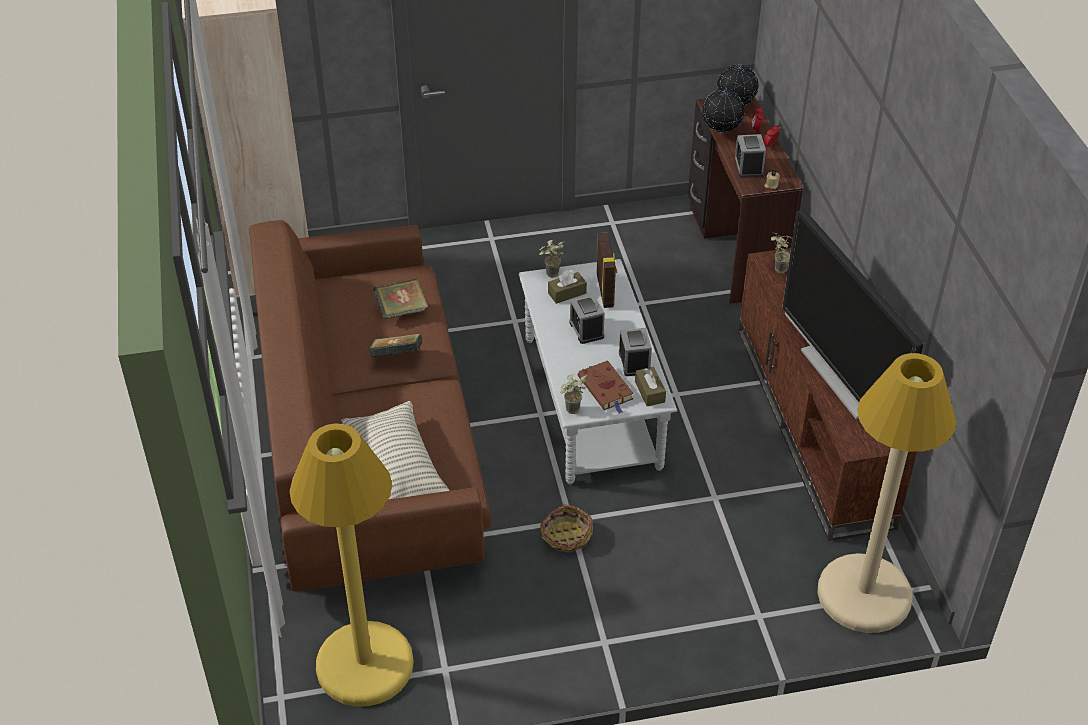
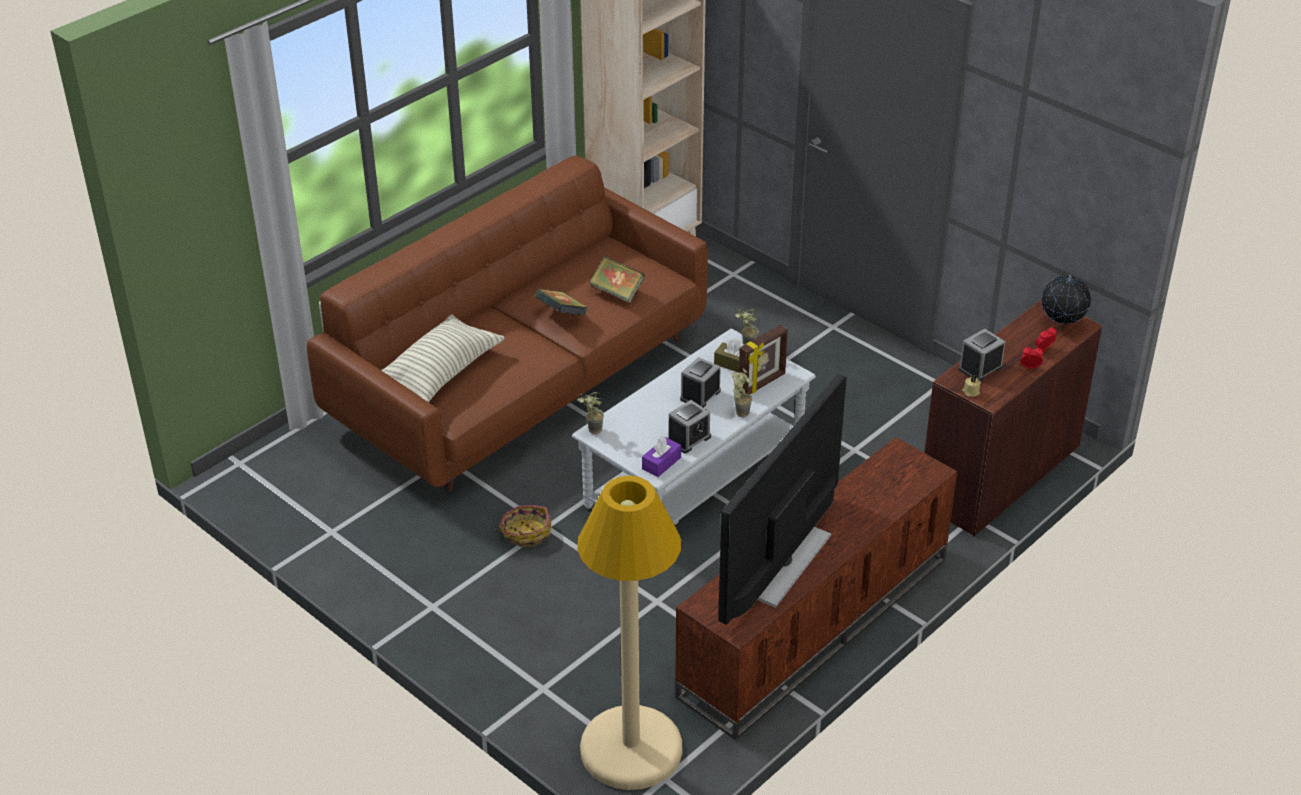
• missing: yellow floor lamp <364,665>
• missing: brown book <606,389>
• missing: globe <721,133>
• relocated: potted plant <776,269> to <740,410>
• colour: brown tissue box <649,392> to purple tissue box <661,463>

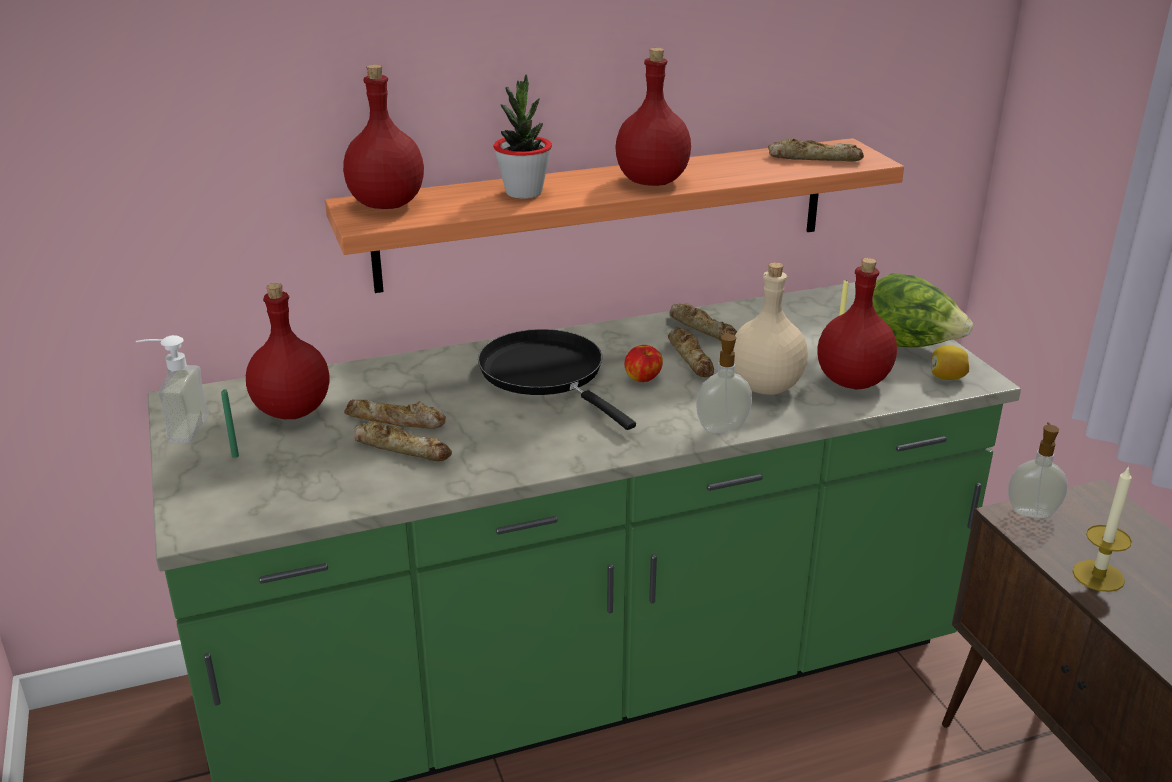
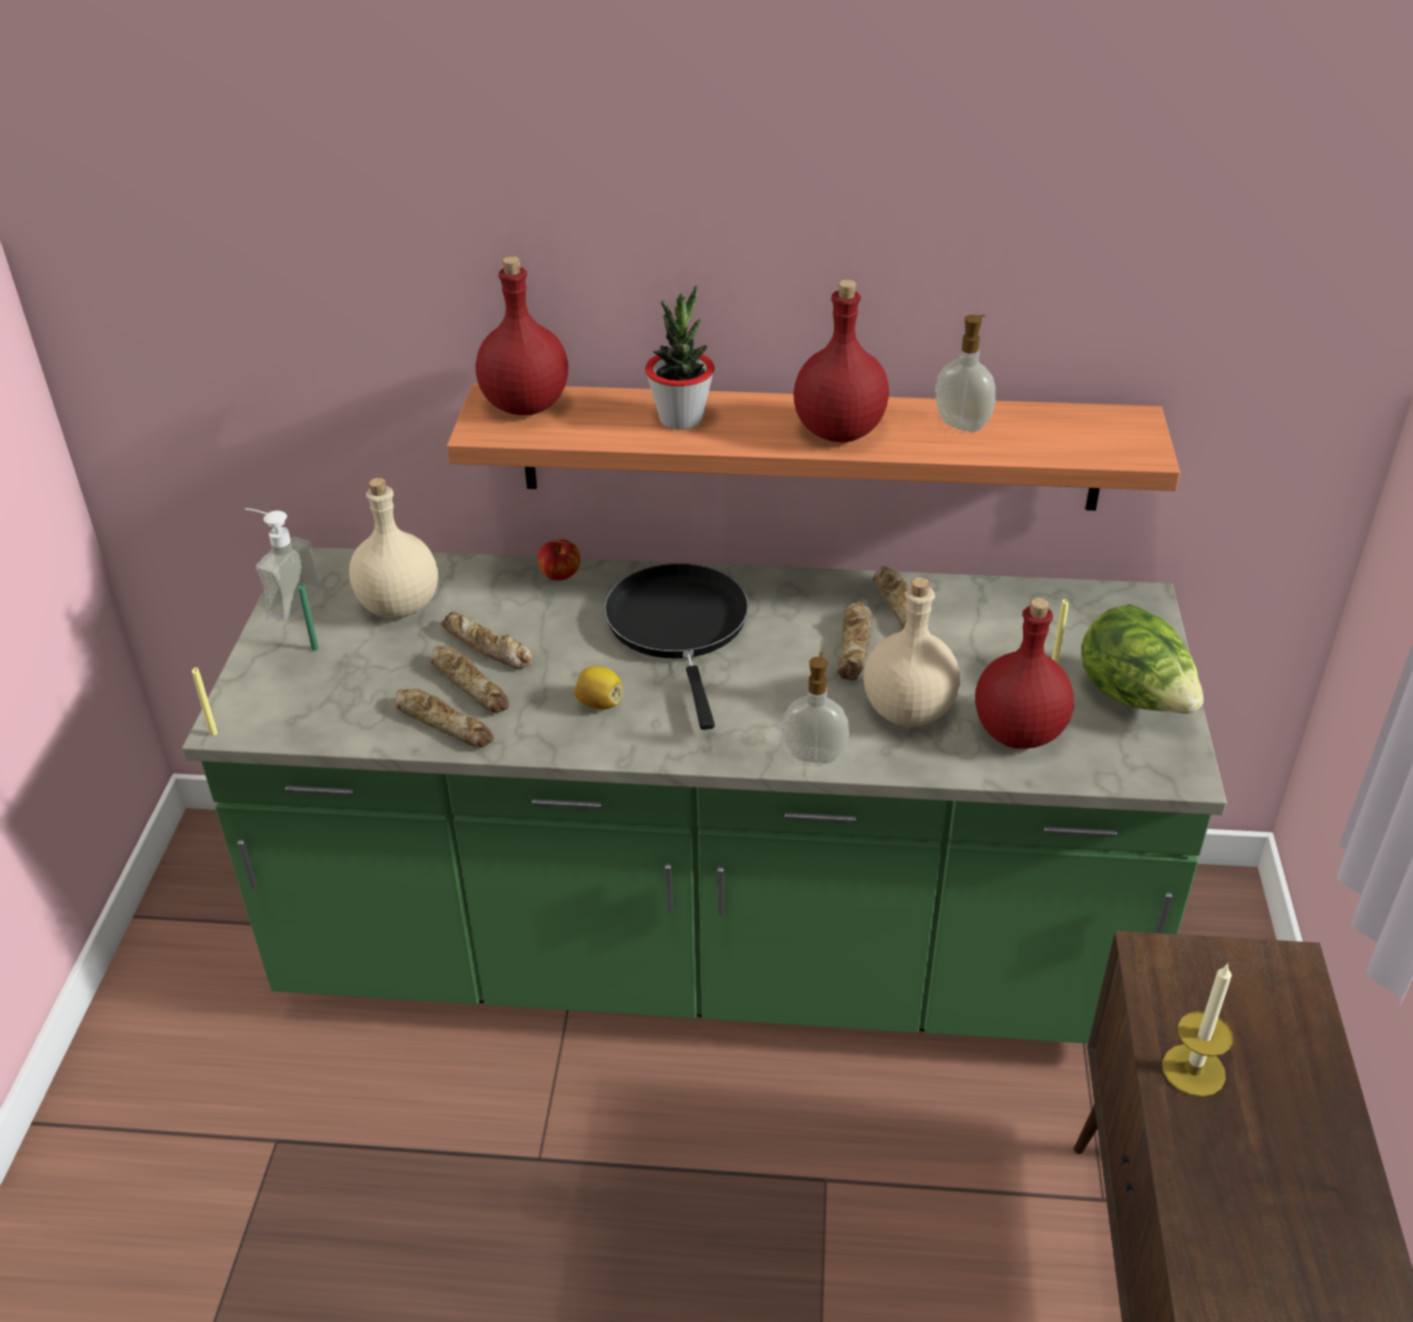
• appeared: yellow candle <213,733>
• relocated: apple <643,379> to <560,576>
• relocated: bread <814,158> to <444,723>
• relocated: lemon <947,377> to <599,703>
• relocated: soap dispenser <1031,512> to <962,424>
• colour: red bottle <291,411> to beige bottle <397,606>

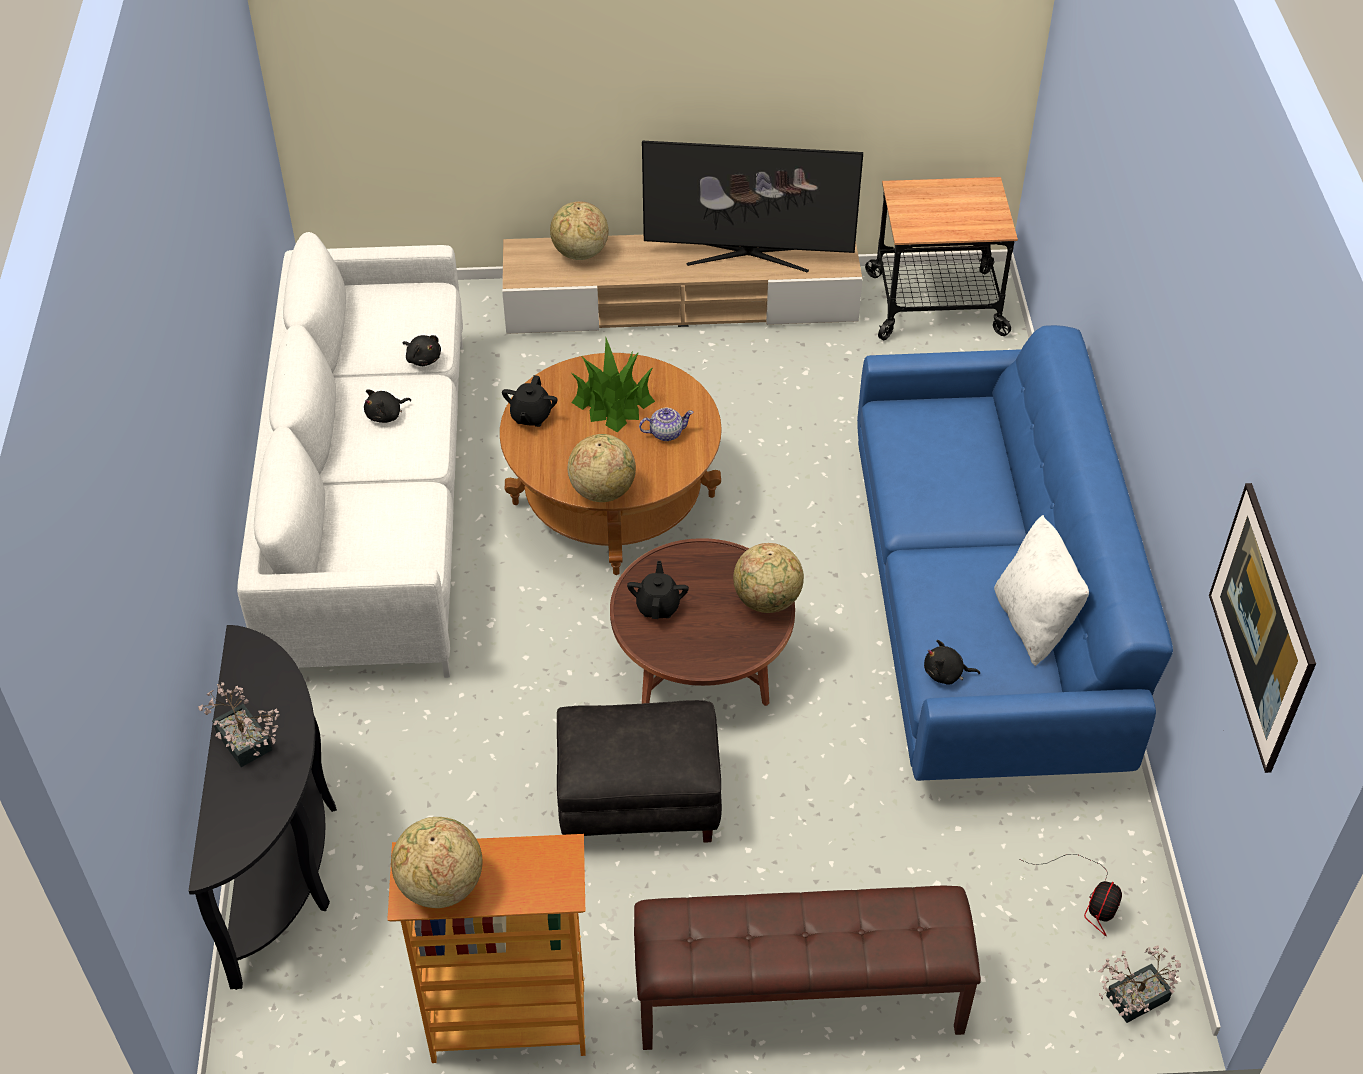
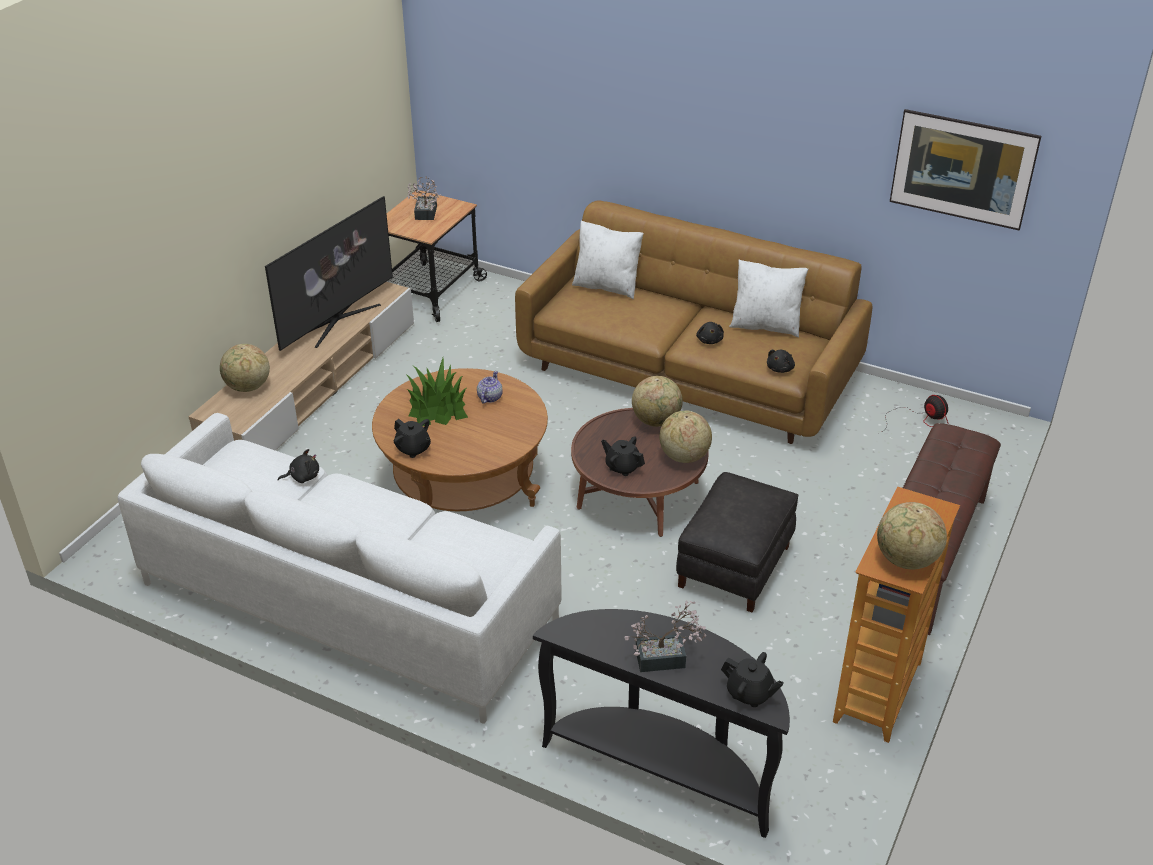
• appeared: white pillow <607,286>
• appeared: black teapot <749,693>
• relocated: black plush toy <386,415> to <709,340>
• relocated: globe <602,491> to <684,456>
• relocated: potted plant <1130,1000> to <425,214>
• colour: blue sofa <984,608> to brown sofa <689,372>

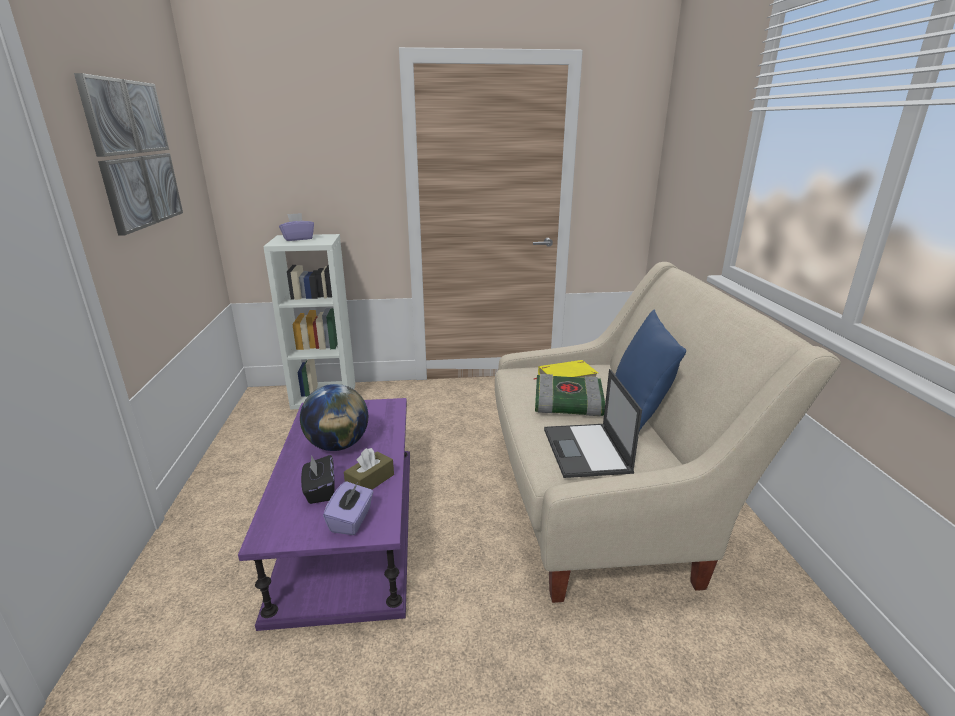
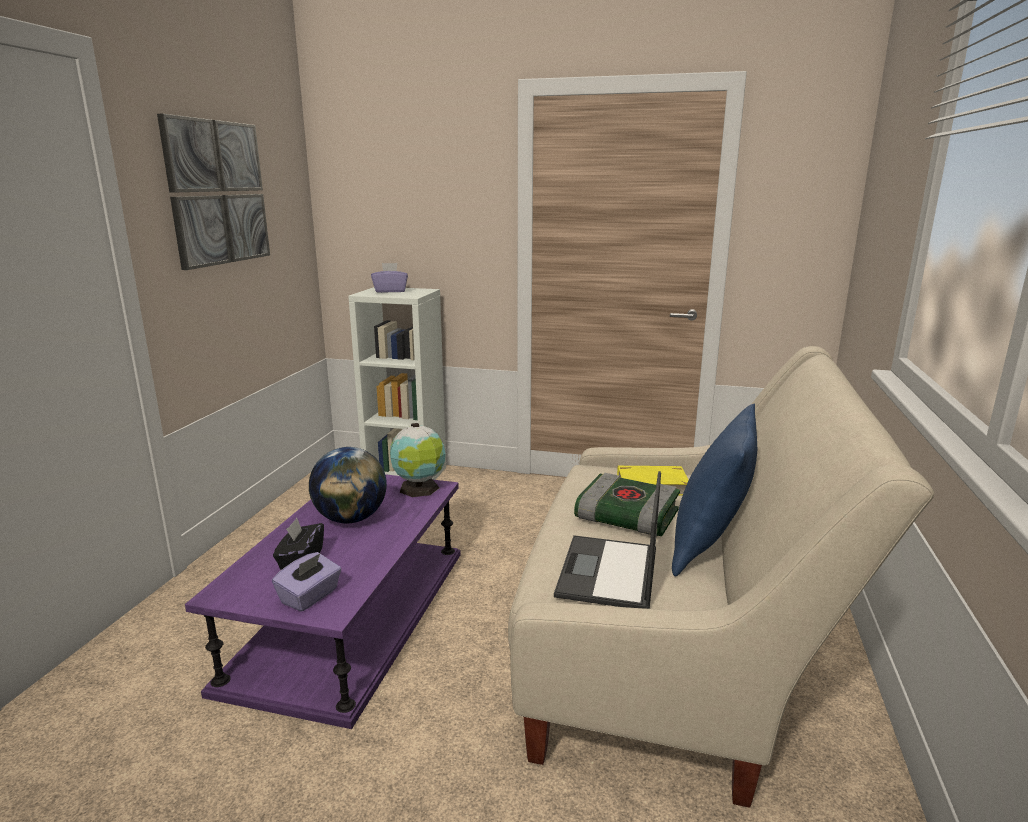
• missing: brown tissue box <370,481>
• appeared: globe <419,489>

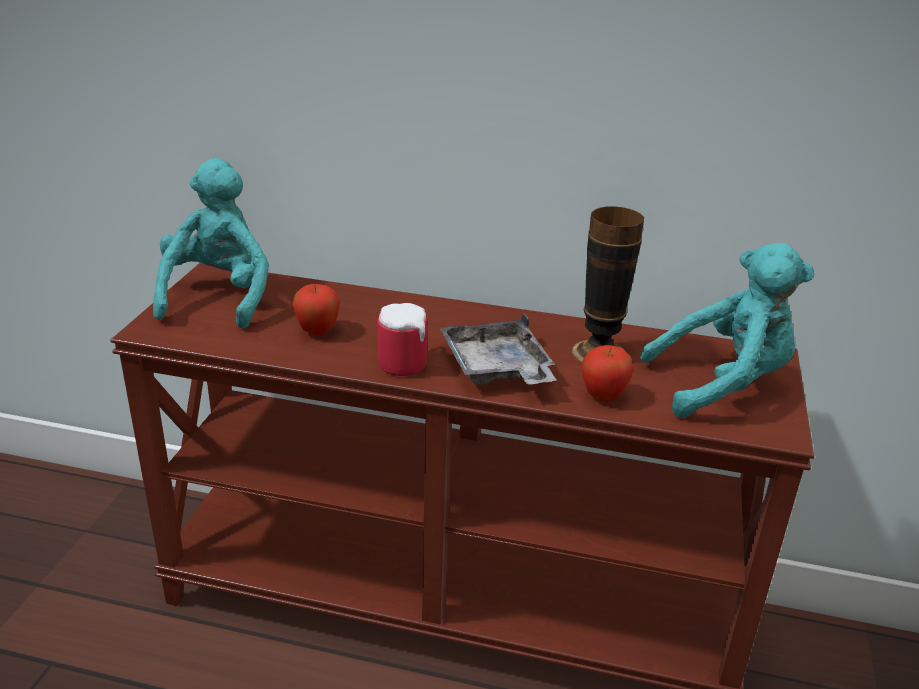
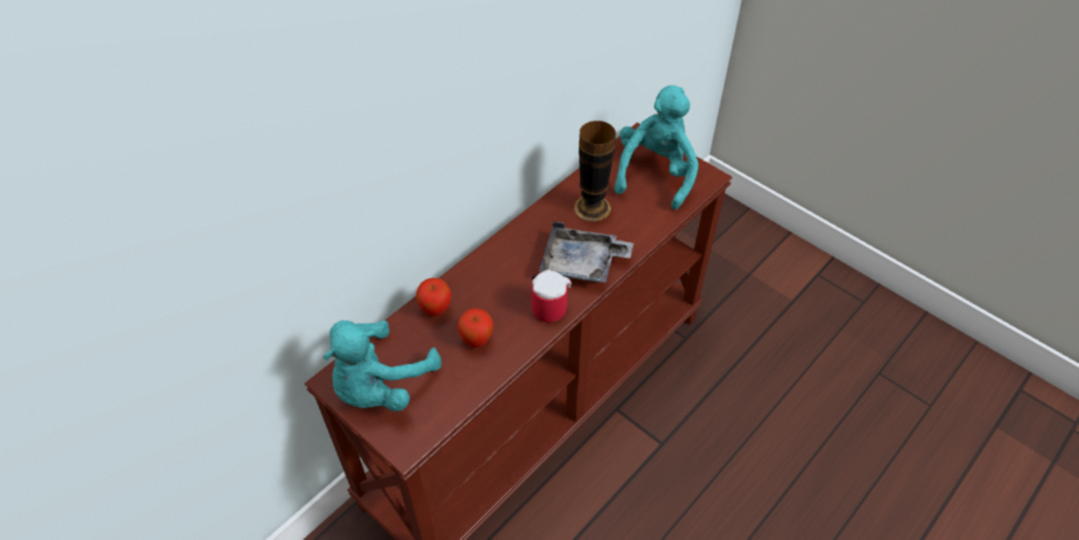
• relocated: apple <603,397> to <435,309>
• spun: turquoise plush toy <218,297> = <380,385> 90 degrees counterclockwise

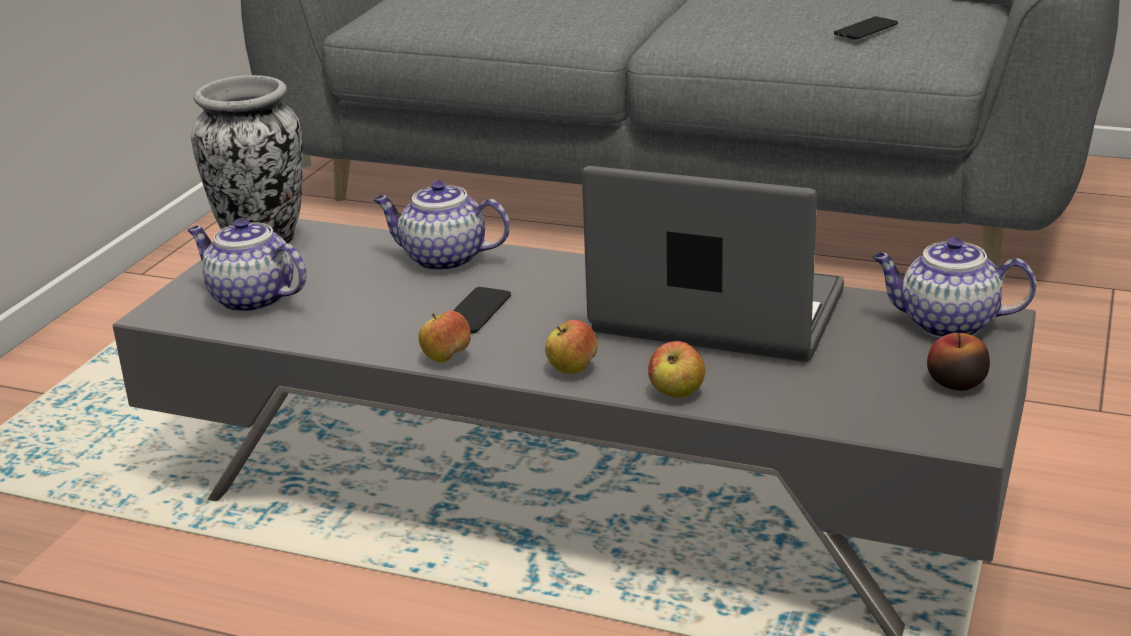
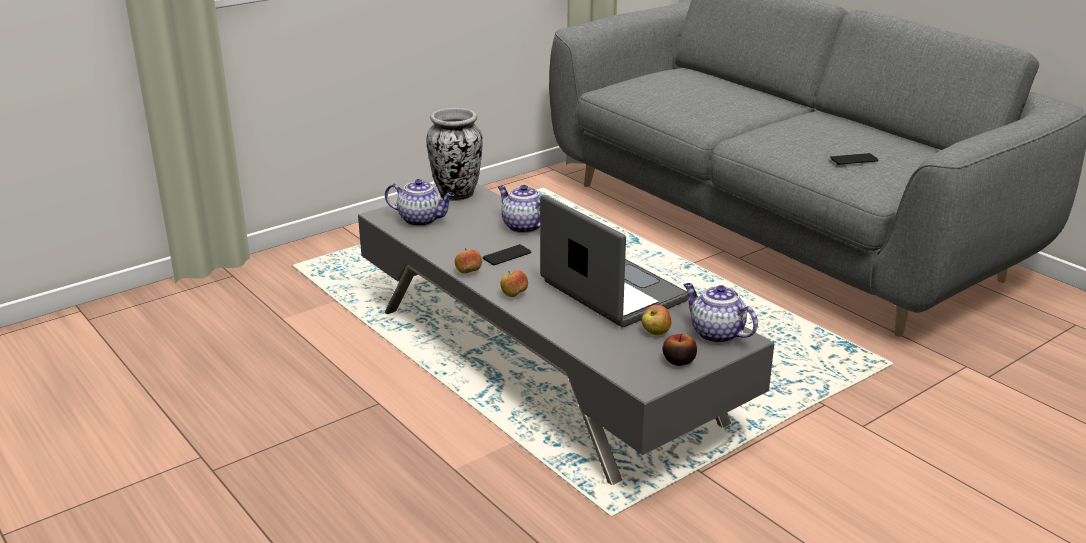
• relocated: apple <676,393> to <655,332>
• spun: teapot <250,299> = <421,220> 135 degrees clockwise

